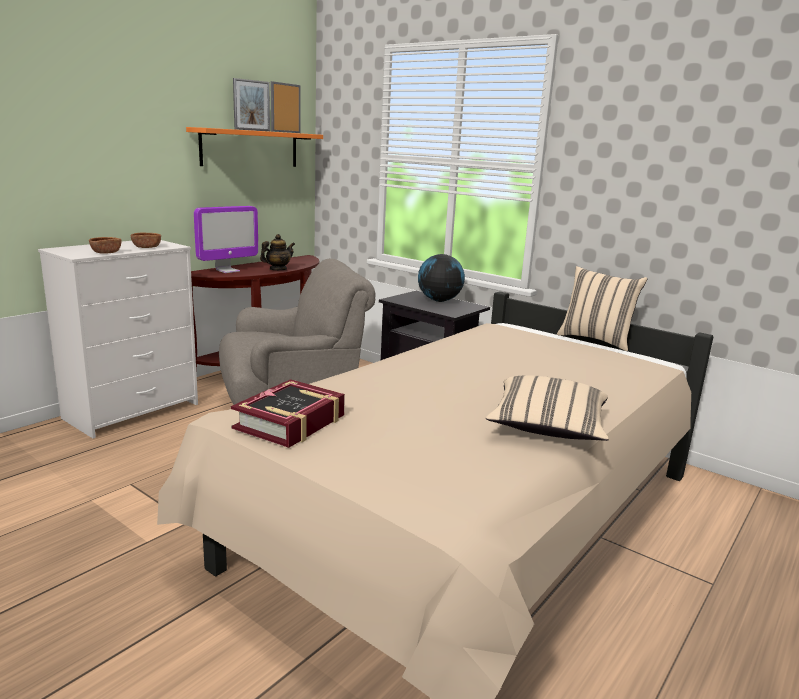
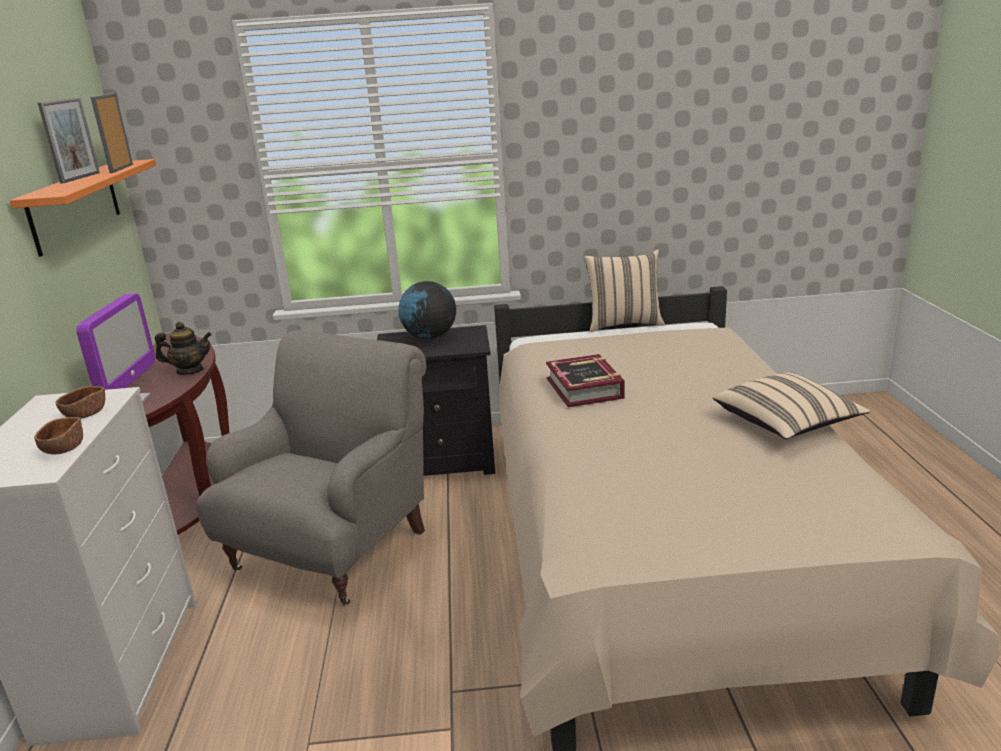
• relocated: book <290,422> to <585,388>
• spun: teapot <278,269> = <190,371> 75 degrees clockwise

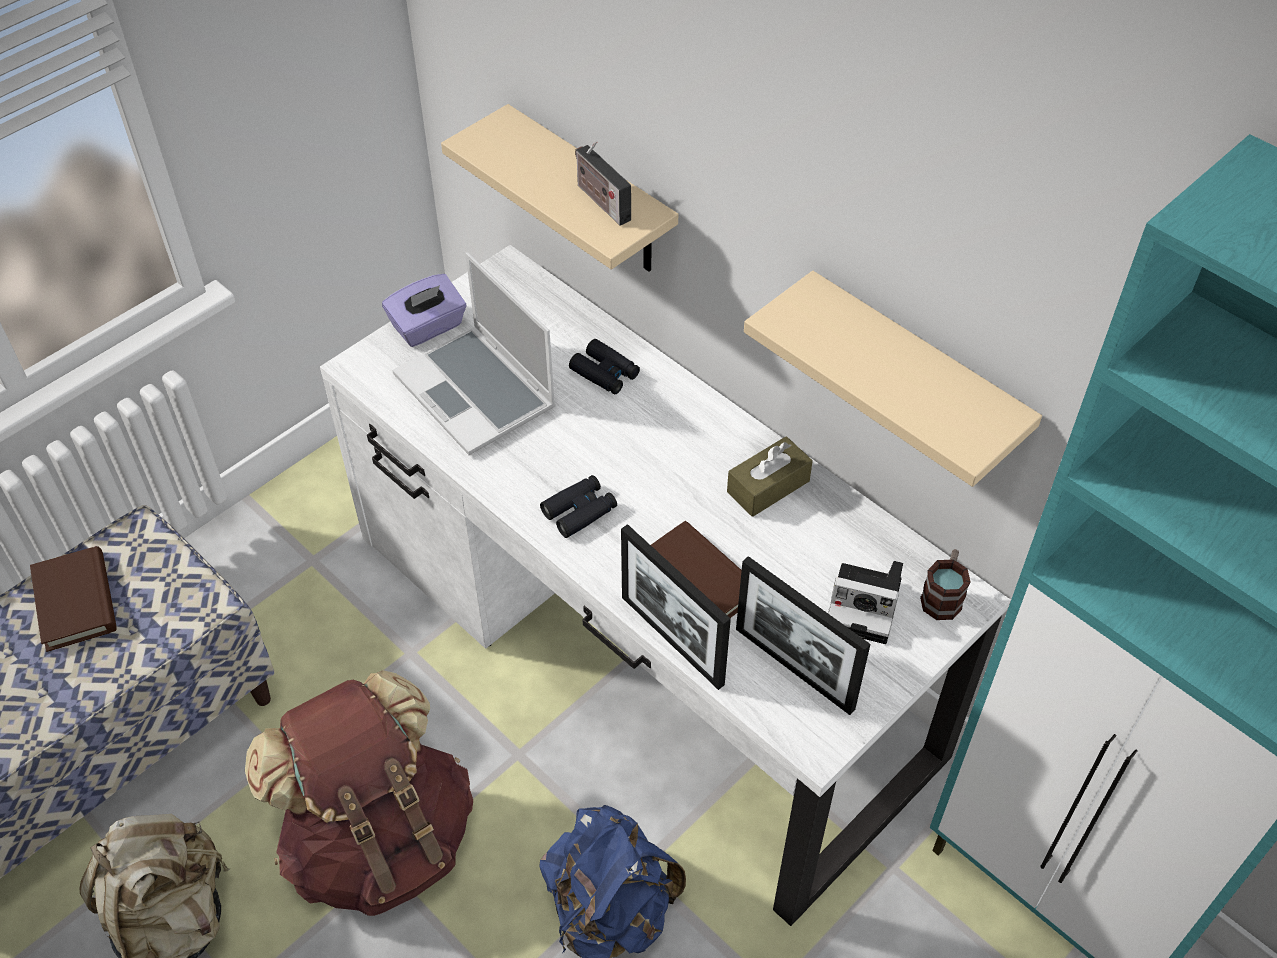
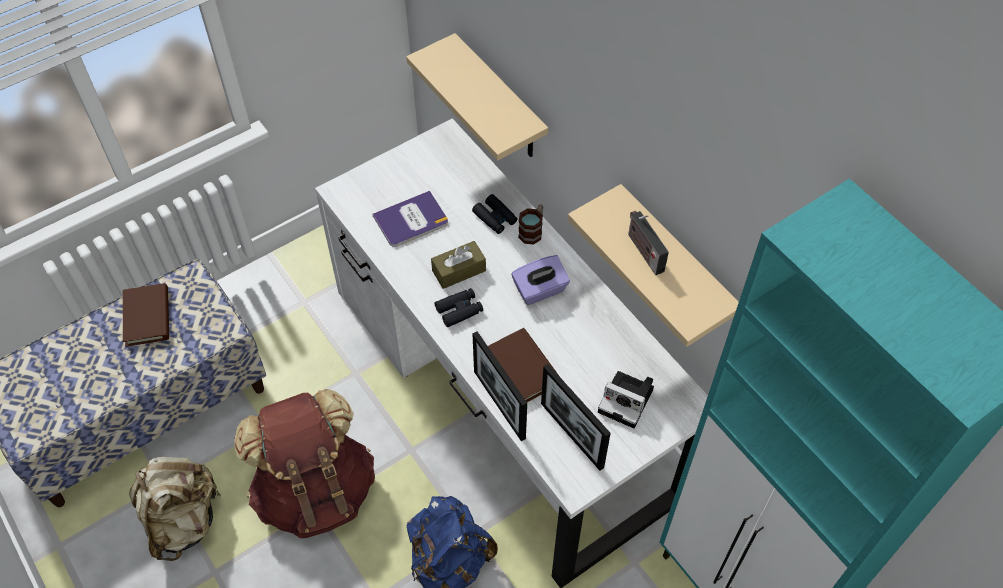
• relocated: purple tissue box <428,327> to <540,290>
• relocated: radio <600,201> to <643,251>
• relocated: brown tissue box <768,486> to <459,270>
• relocated: mug <943,595> to <532,231>
• exchanged: laptop <478,392> to book <411,220>

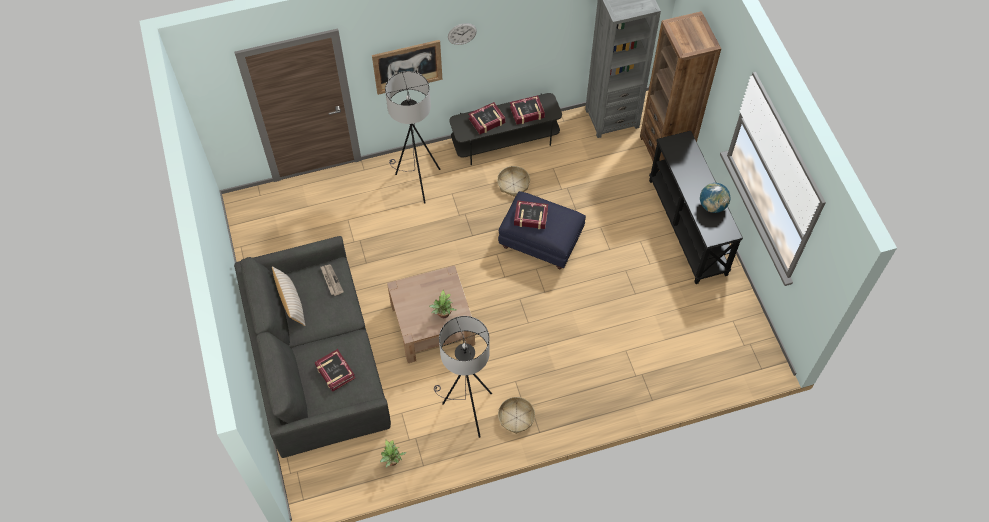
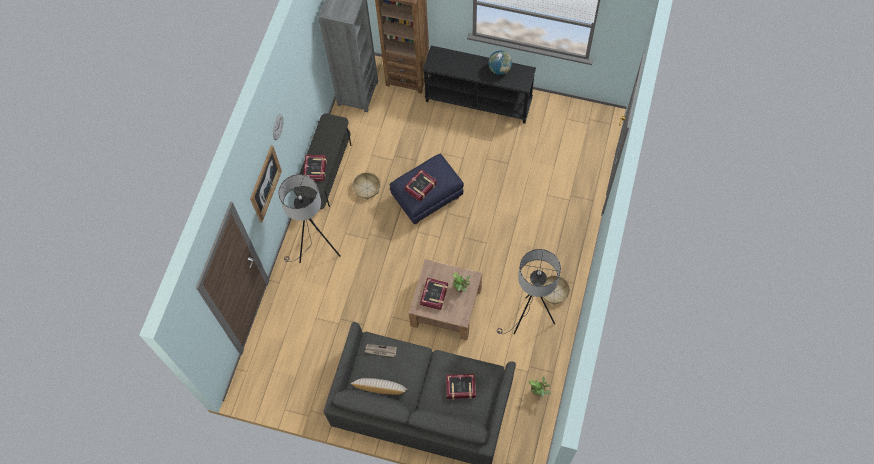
• relocated: book <527,112> to <434,295>

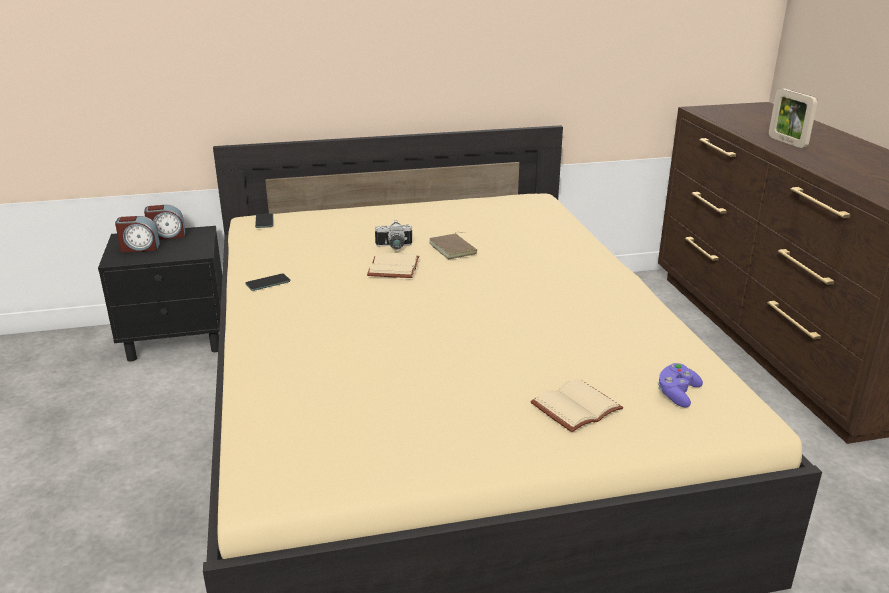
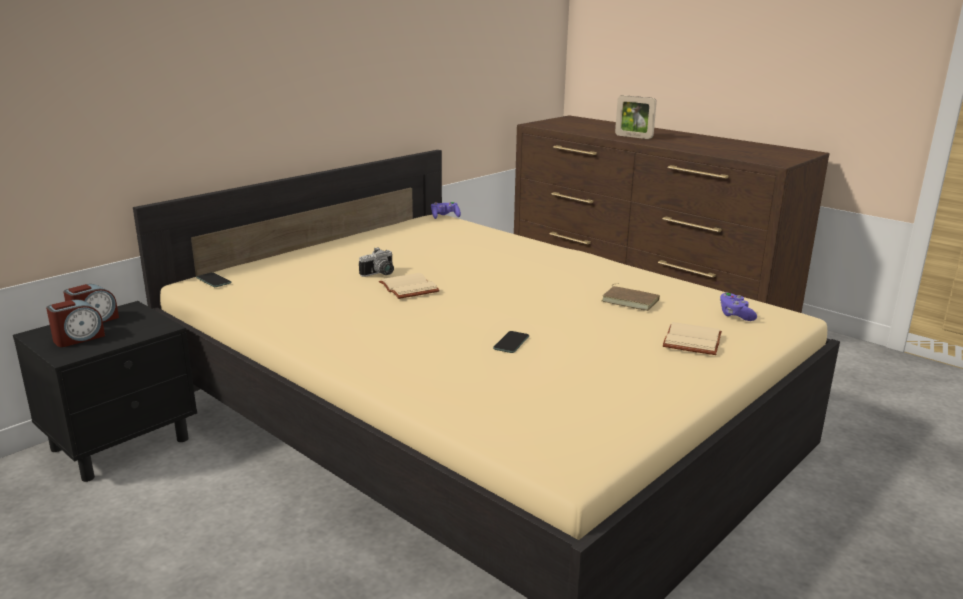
• appeared: purple game controller <445,216>
• relocated: phone <268,283> to <511,342>
• relocated: brown book <454,249> to <631,301>

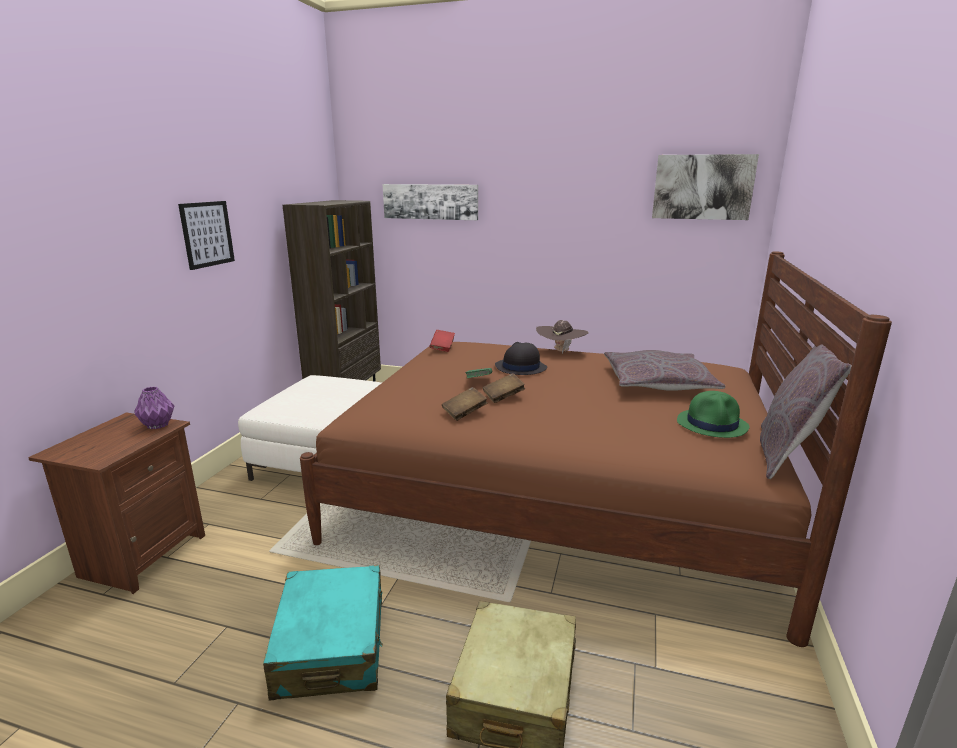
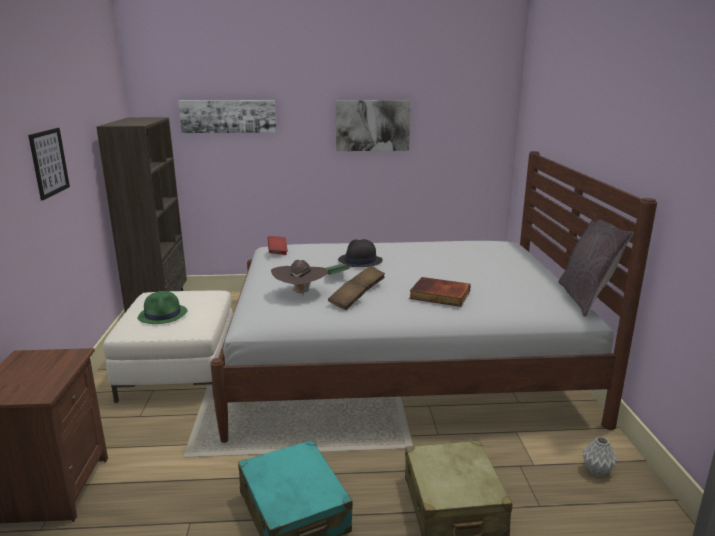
• missing: purple vase <158,425>
• missing: grey pillow <657,382>
• appeared: book <439,295>
• appeared: grey vase <597,471>
• relocated: brown hat <561,351> to <300,293>
• relocated: picture <702,187> to <372,125>
• relocated: green hat <712,424> to <163,315>
• colour: brown bed <556,494> to white bed <400,363>

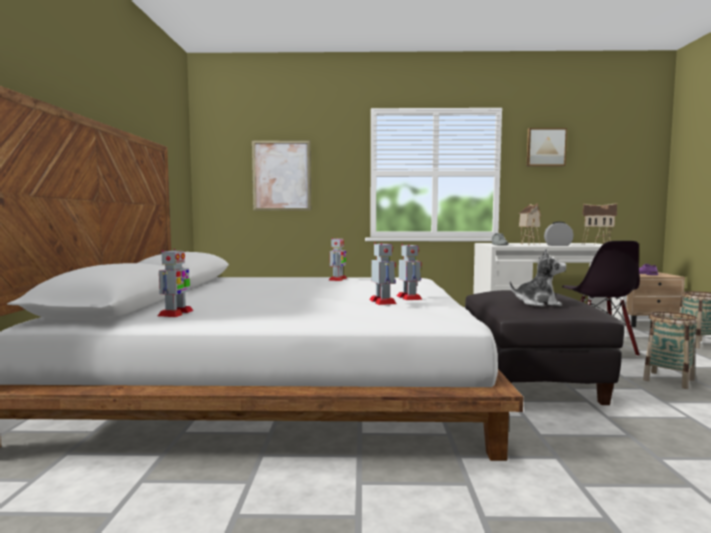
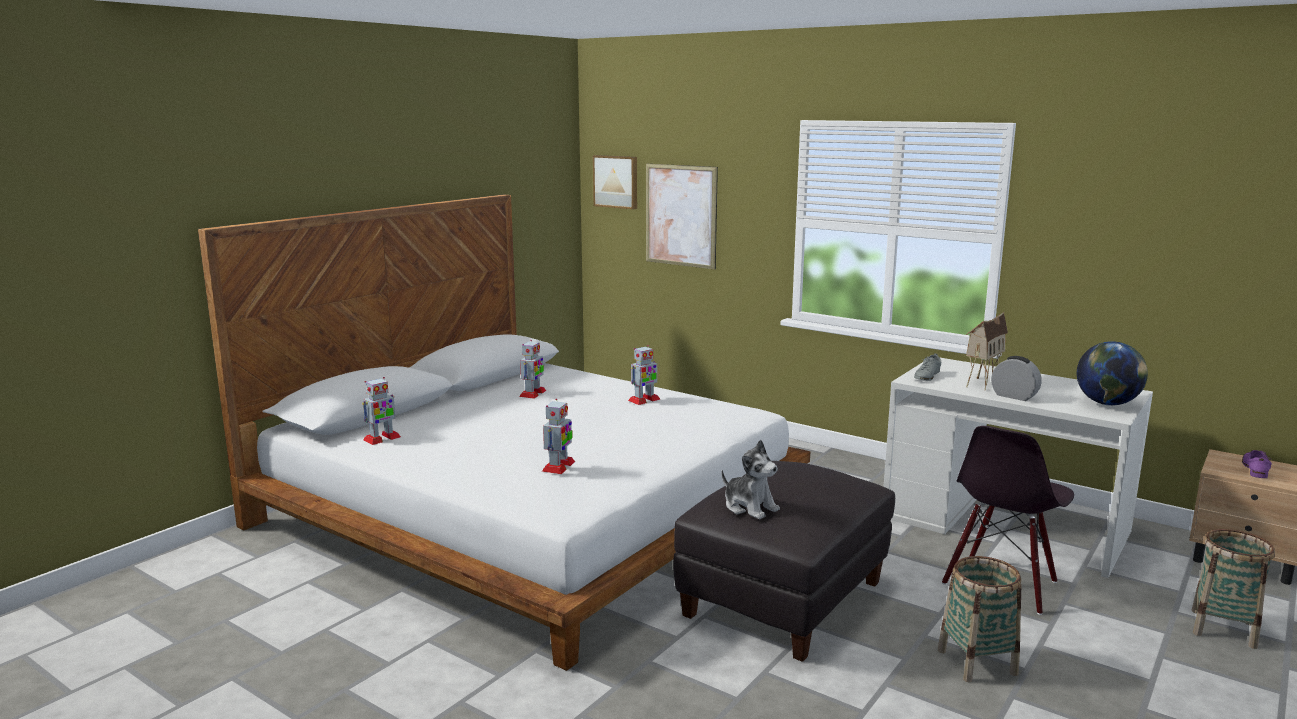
• relocated: toy robot <409,298> to <532,394>
• relocated: picture <545,147> to <616,181>
• exchanged: toy house <597,244> to globe <1107,404>

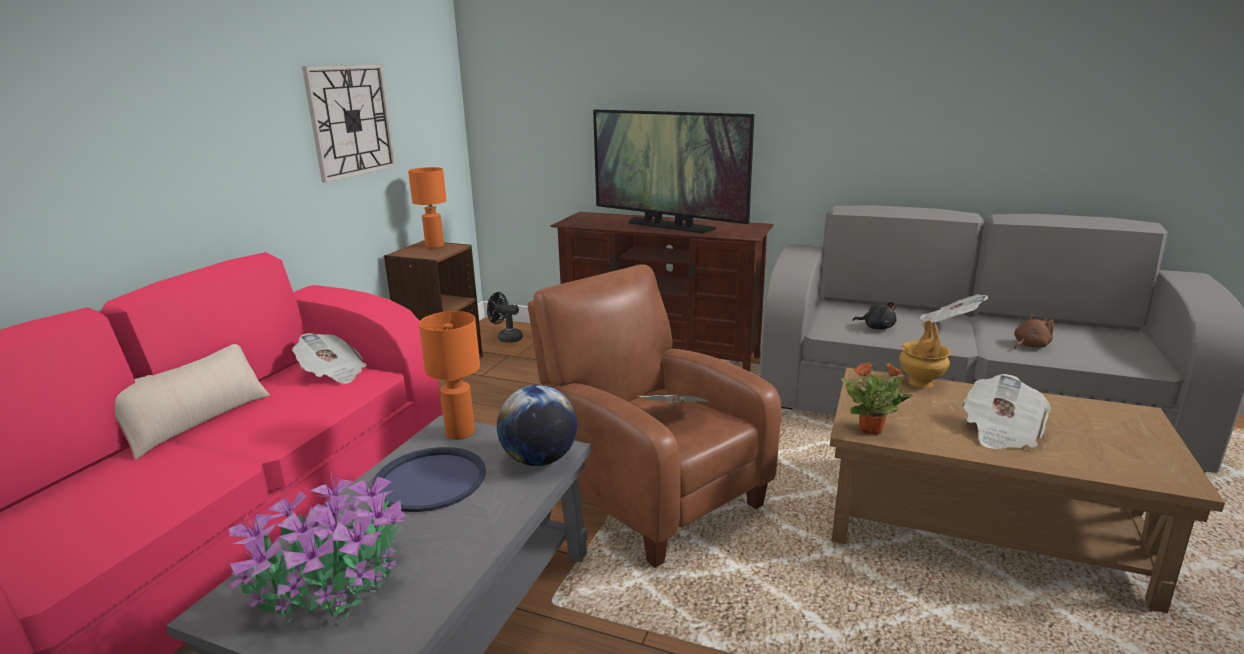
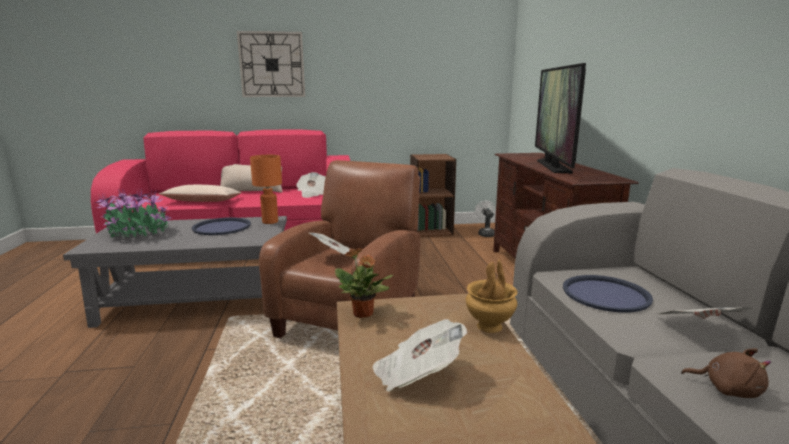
• missing: orange table lamp <435,246>
• missing: globe <539,459>
• appeared: beige pillow <202,201>
• relocated: wall clock <351,121> to <272,64>
• exchanged: black plush toy <876,327> to blue tray <605,294>
• colour: black fan <506,338> to white fan <485,233>

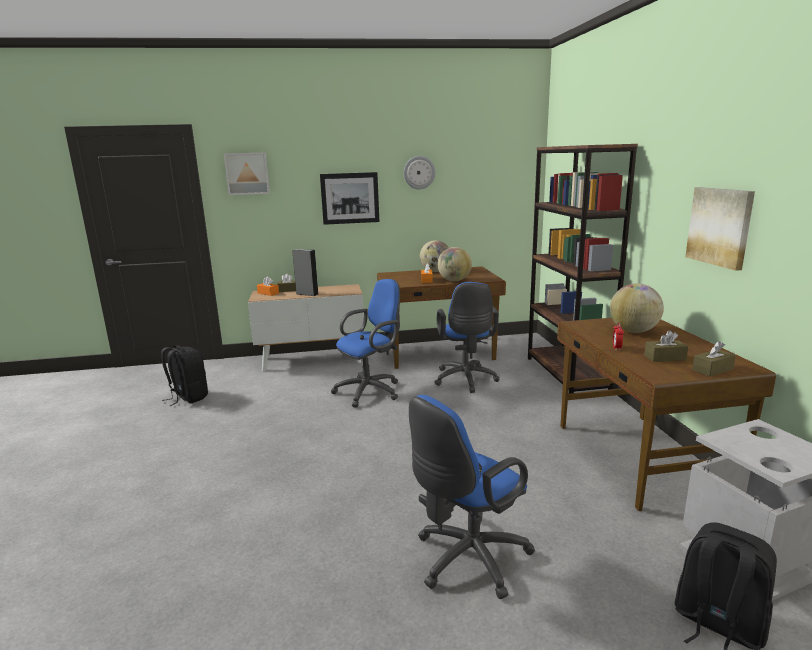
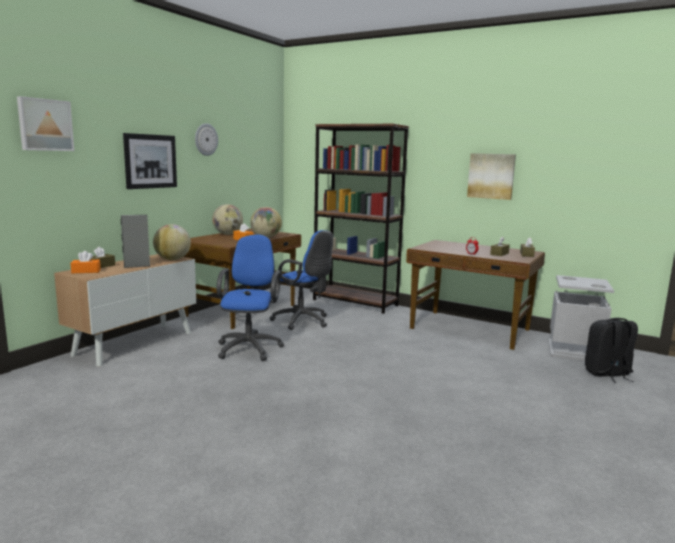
• missing: black backpack <188,397>
• missing: blue office chair <467,560>
• relocated: globe <633,331> to <172,259>

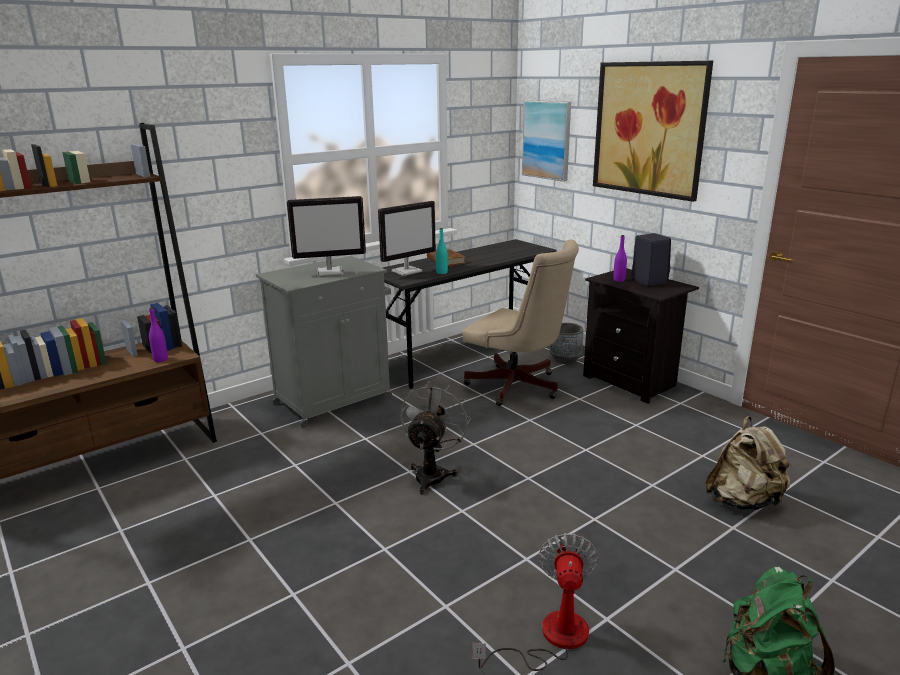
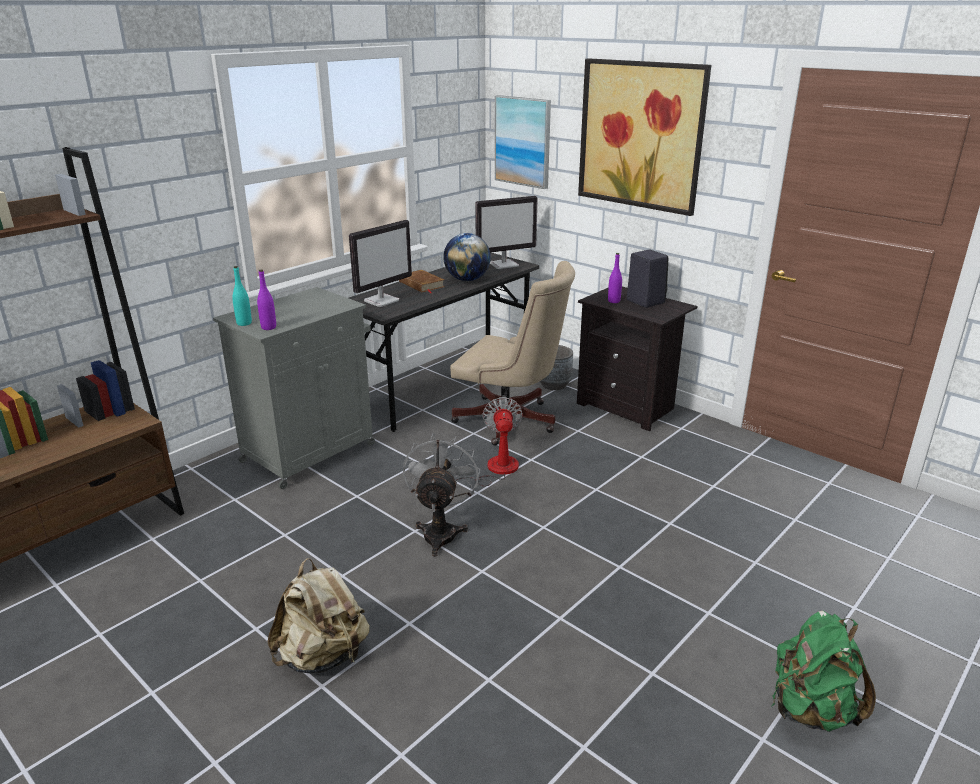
• appeared: globe <467,280>
• relocated: purple bottle <160,359> to <268,327>
• relocated: monitor <330,272> to <504,264>
• relocated: turquoise bottle <442,272> to <244,323>
• relocated: fan <551,638> to <493,470>
• relocated: beige backpack <743,501> to <323,656>

